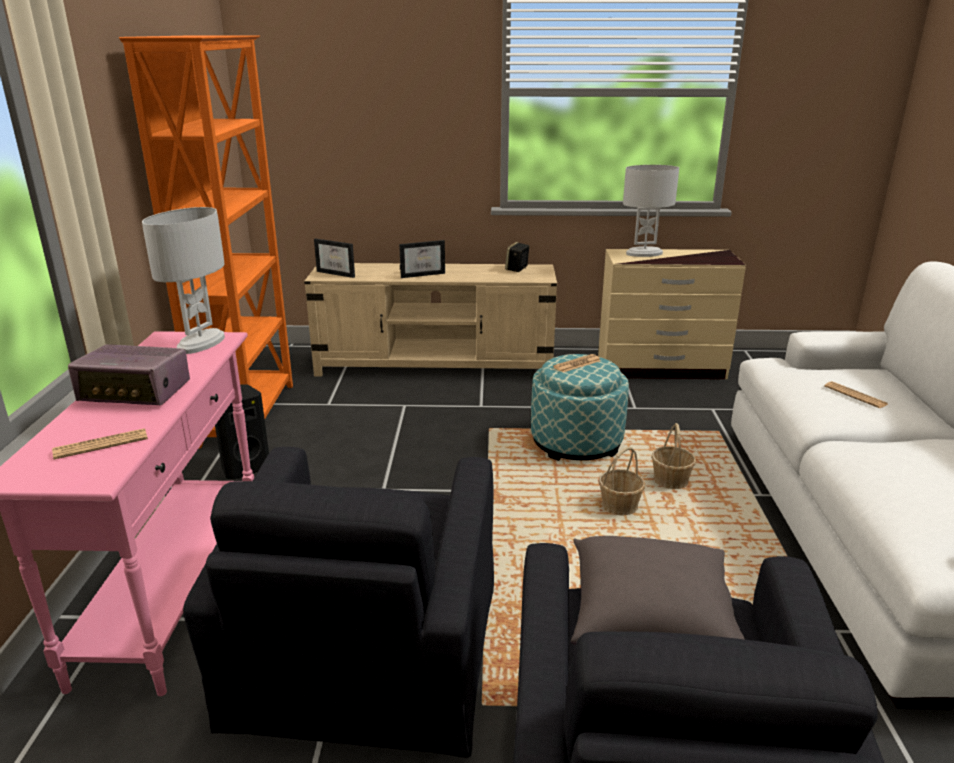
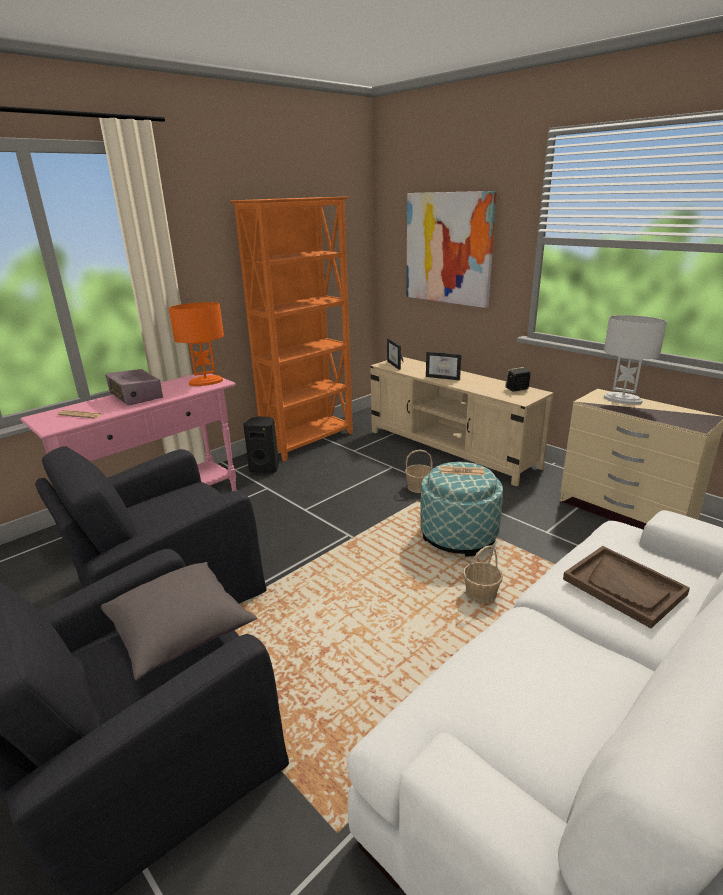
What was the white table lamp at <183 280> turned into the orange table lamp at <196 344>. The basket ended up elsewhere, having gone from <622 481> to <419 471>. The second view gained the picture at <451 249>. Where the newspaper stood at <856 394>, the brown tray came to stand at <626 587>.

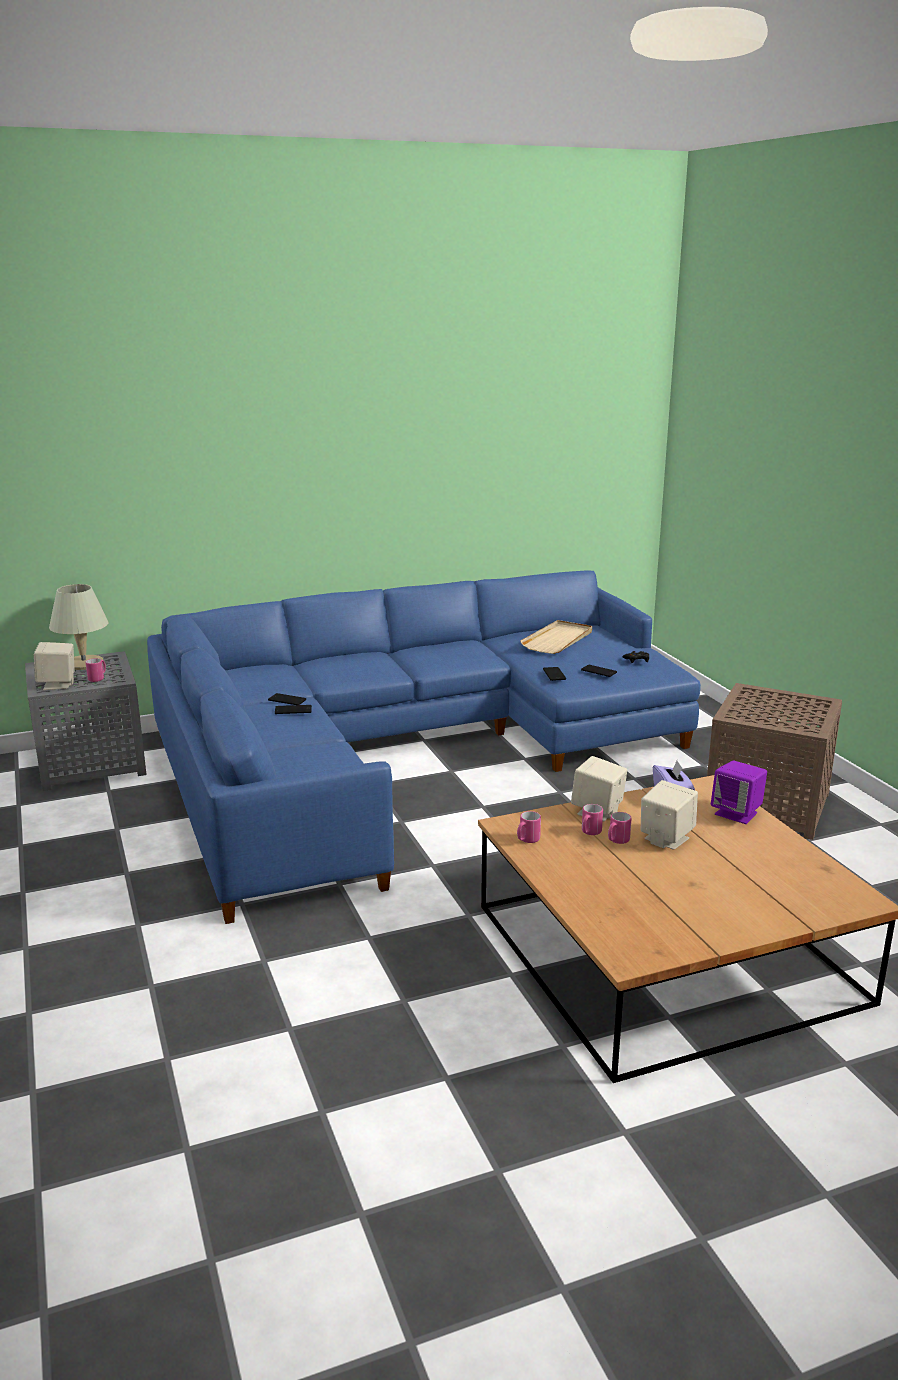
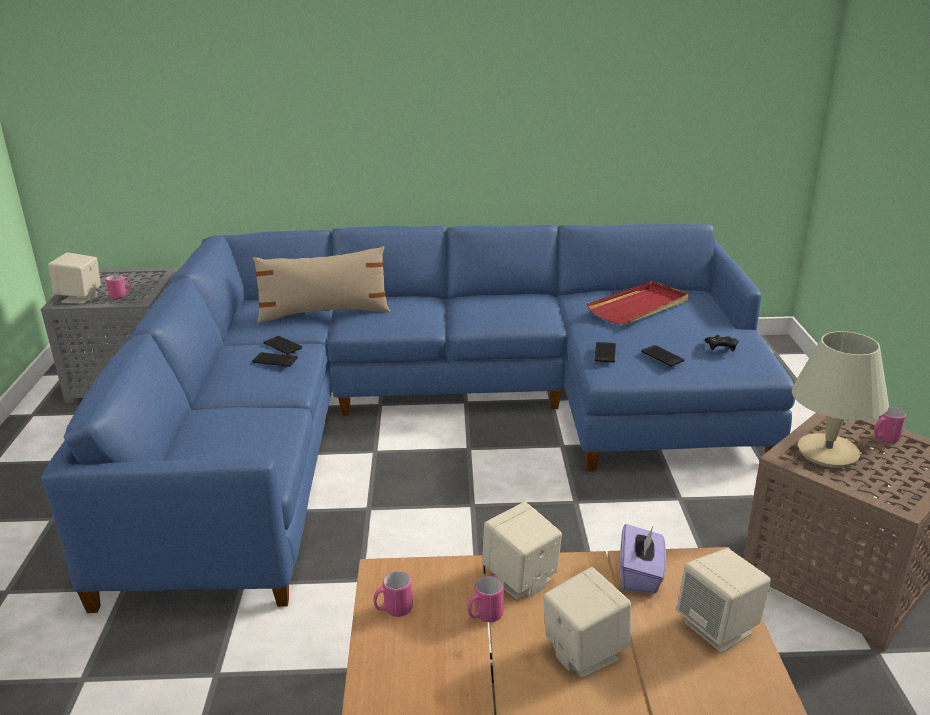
The second view gained the beige pillow at <322 284>. What was the beige tray at <556 637> turned into the red tray at <638 303>. What was the purple speaker at <739 792> turned into the beige speaker at <723 600>. The beige table lamp ended up elsewhere, having gone from <79 627> to <840 399>. The pink mug ended up elsewhere, having gone from <619 828> to <890 425>.

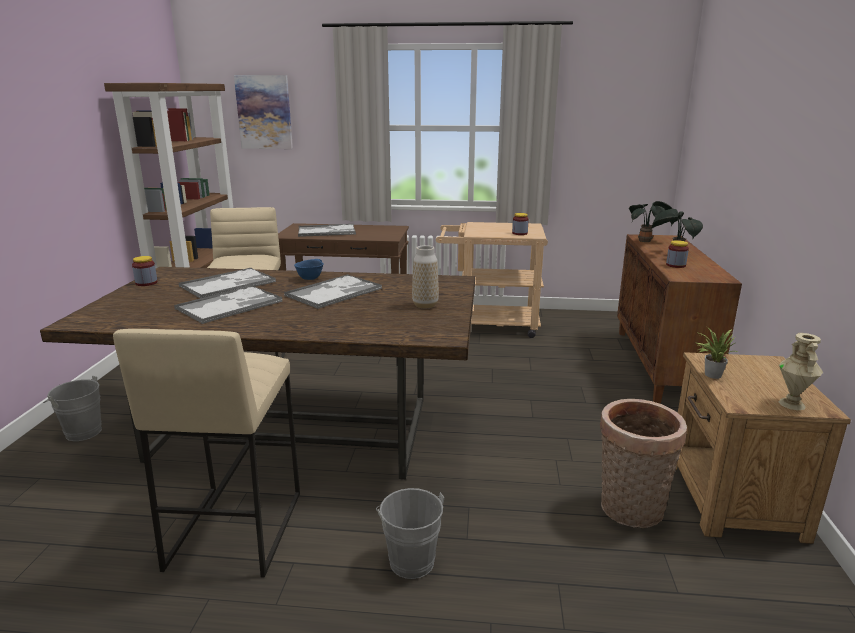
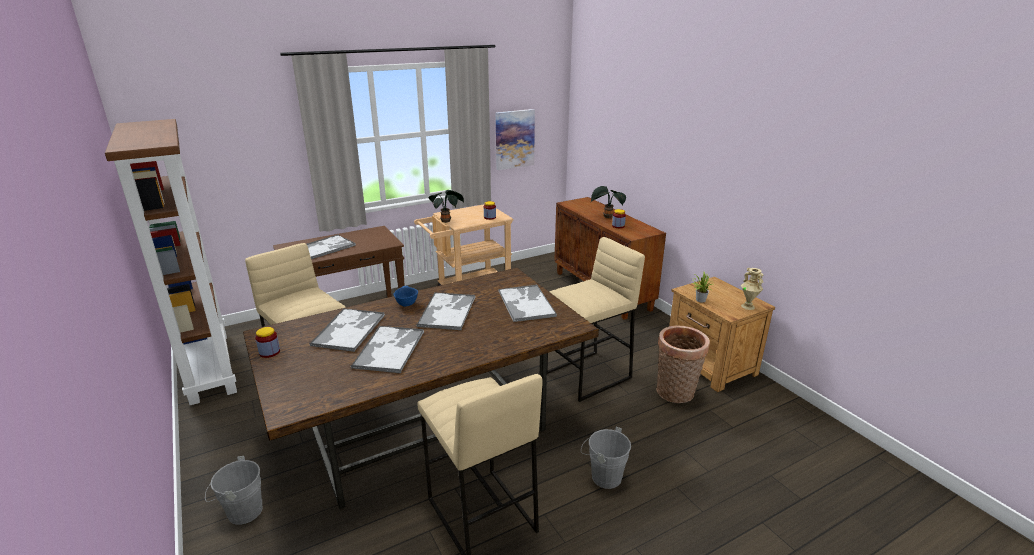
The potted plant ended up elsewhere, having gone from <651 221> to <446 206>. The picture ended up elsewhere, having gone from <263 112> to <515 139>. Where the vase stood at <425 276>, the tray came to stand at <527 303>. The second view gained the beige stool at <596 319>.

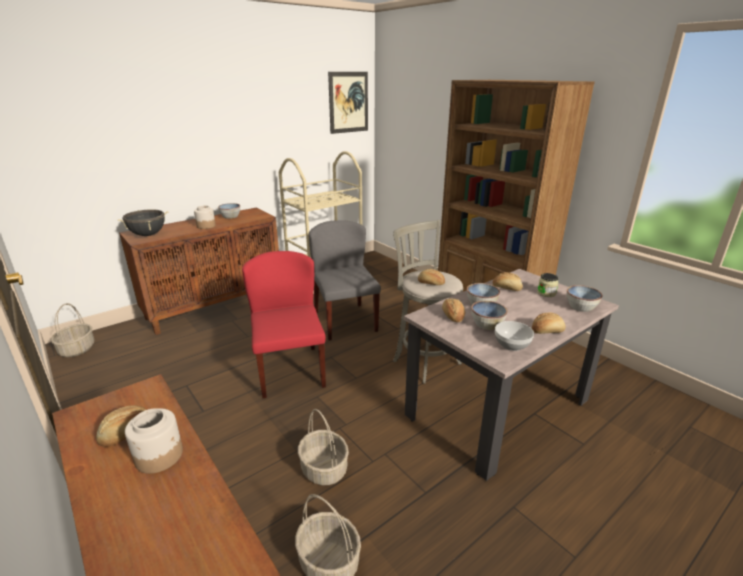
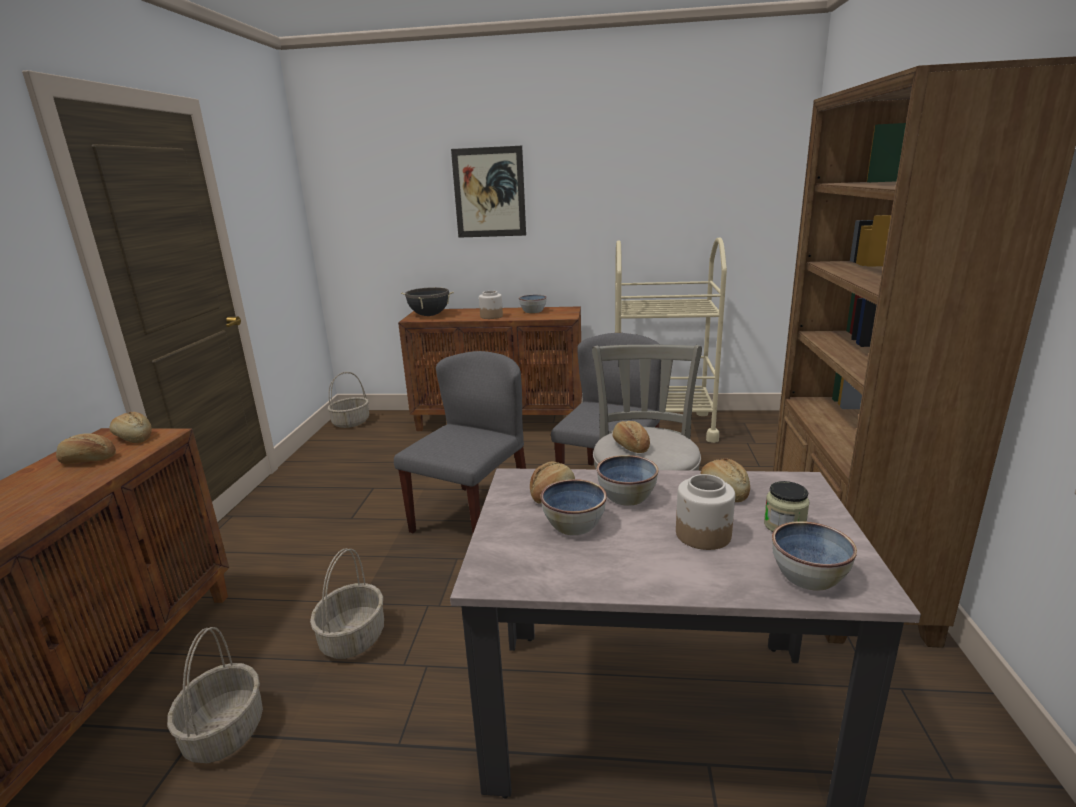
The bread ended up elsewhere, having gone from <549 323> to <130 427>. What was the red chair at <284 324> turned into the grey chair at <460 442>. The picture ended up elsewhere, having gone from <348 103> to <488 192>. The jar ended up elsewhere, having gone from <154 441> to <705 512>. The second view lost the bowl at <514 336>.

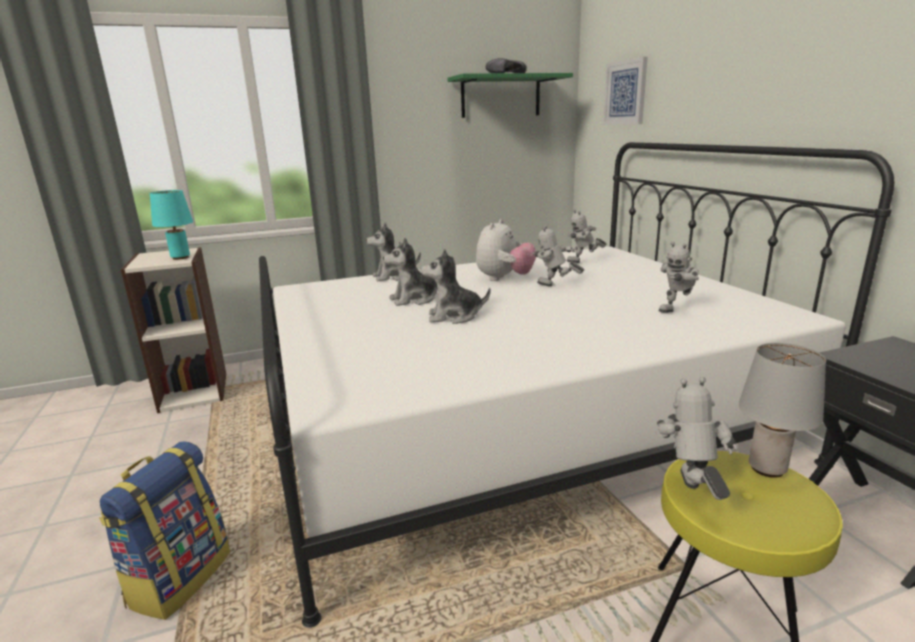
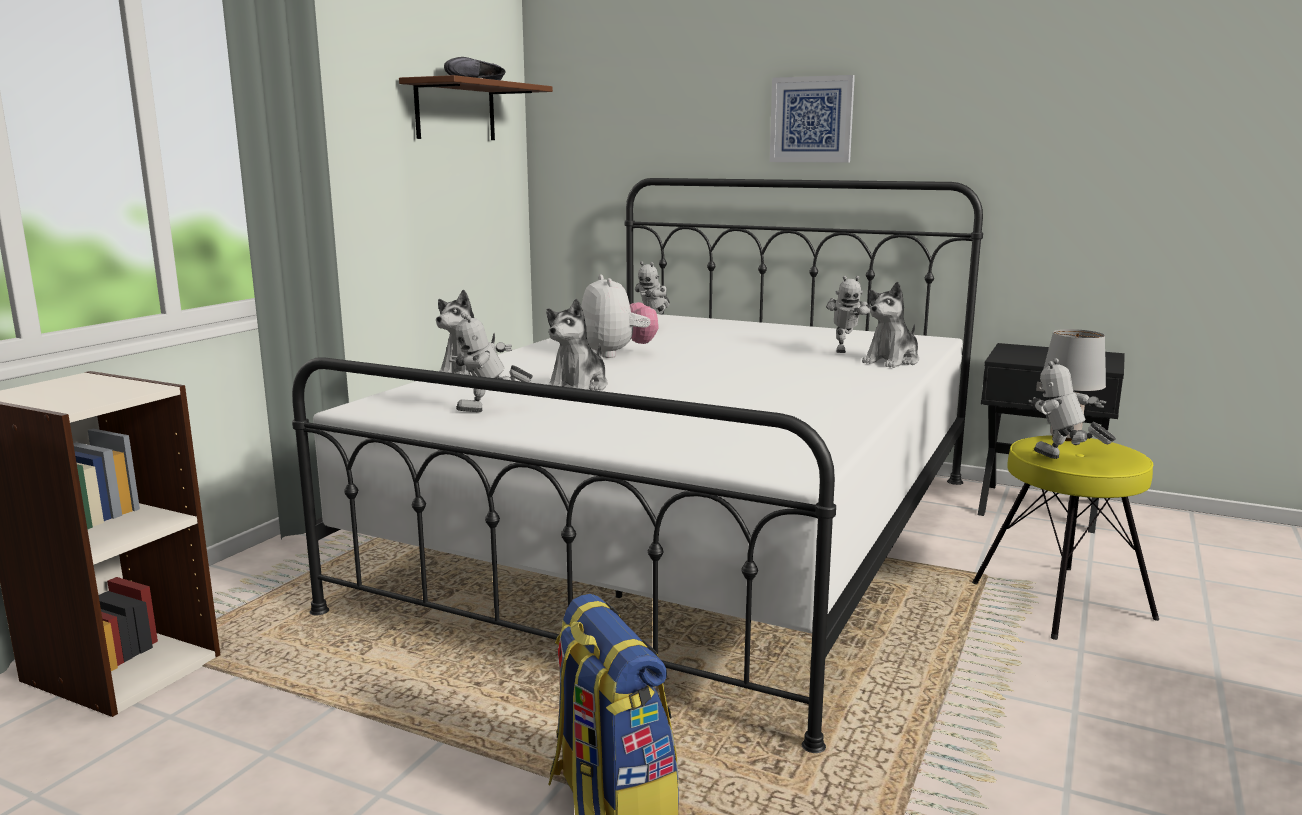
What was the green shelf at <510 95> turned into the brown shelf at <476 107>. The toy robot ended up elsewhere, having gone from <558 256> to <491 362>. The picture ended up elsewhere, having gone from <625 91> to <812 118>. The plush toy ended up elsewhere, having gone from <455 286> to <890 325>. The second view lost the turquoise table lamp at <171 225>.

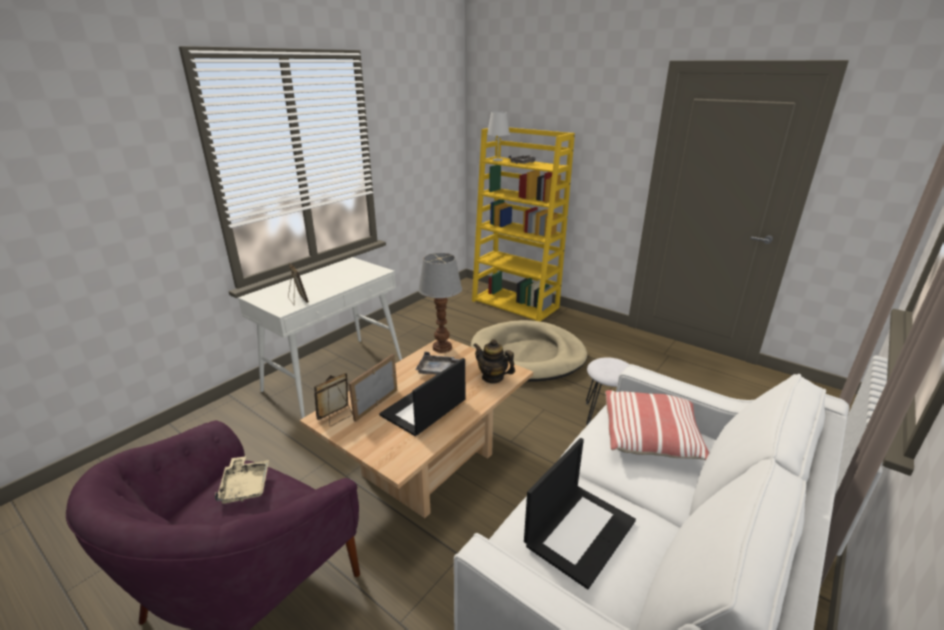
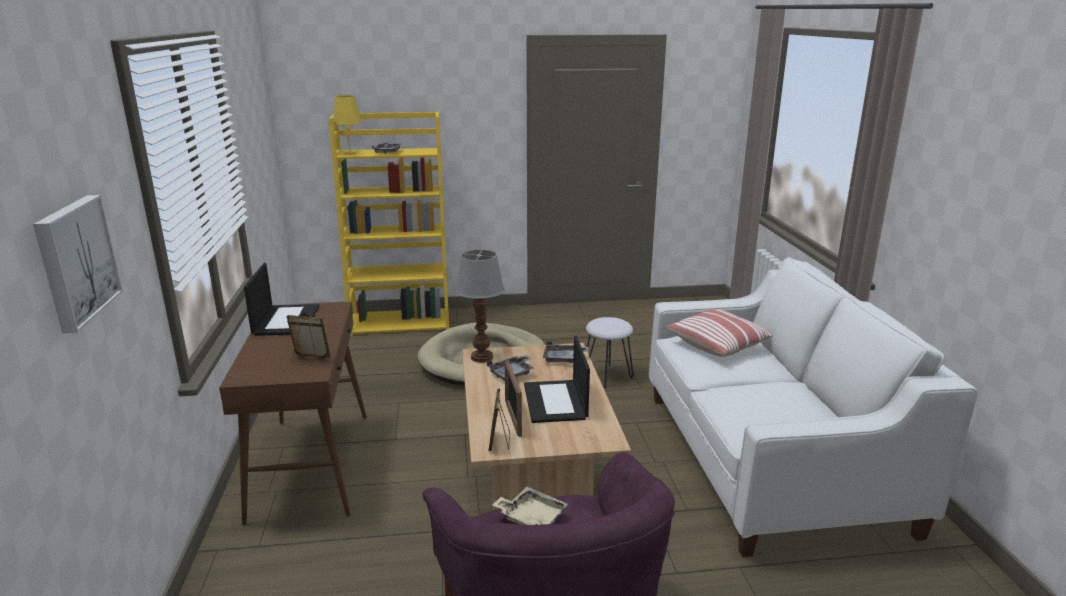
The second view gained the picture at <78 264>. What was the white console table at <320 338> turned into the brown console table at <293 413>. The laptop ended up elsewhere, having gone from <580 513> to <281 299>. What was the white table lamp at <498 136> turned into the yellow table lamp at <348 125>. Where the teapot stood at <494 361>, the grey tray came to stand at <566 352>.

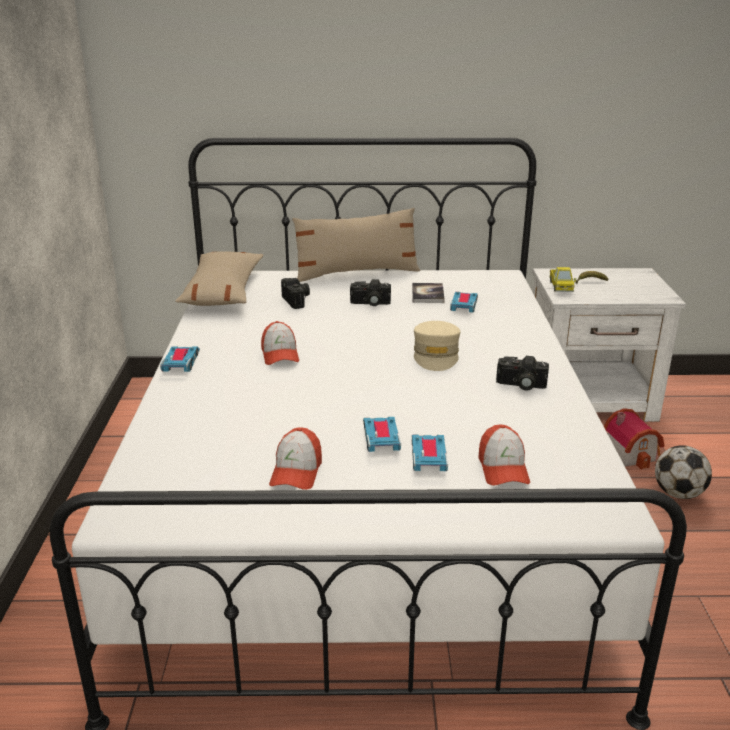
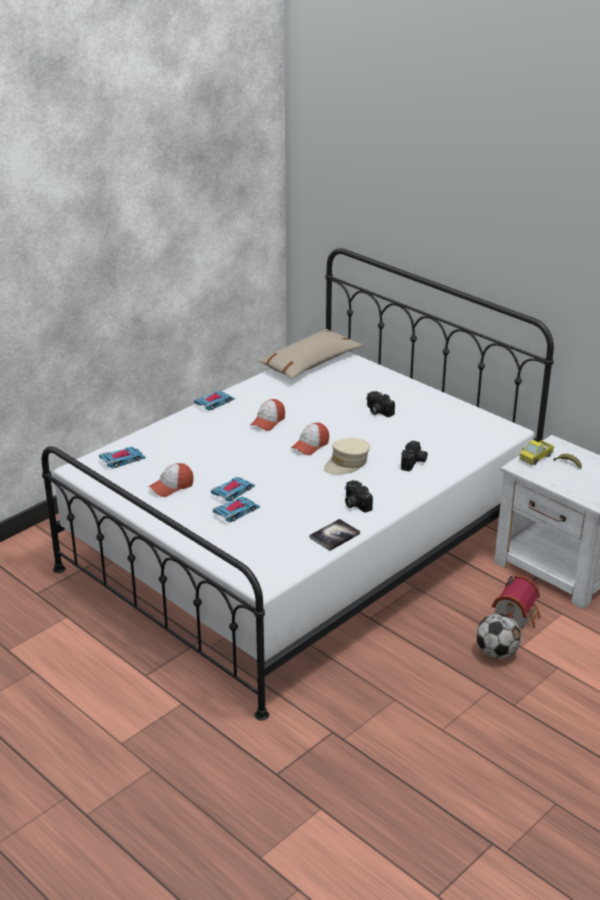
The toy car ended up elsewhere, having gone from <464 302> to <122 457>. The cap ended up elsewhere, having gone from <504 455> to <310 439>. The book ended up elsewhere, having gone from <428 293> to <334 535>. The photo camera ended up elsewhere, having gone from <295 293> to <414 456>. The second view lost the beige pillow at <356 245>.

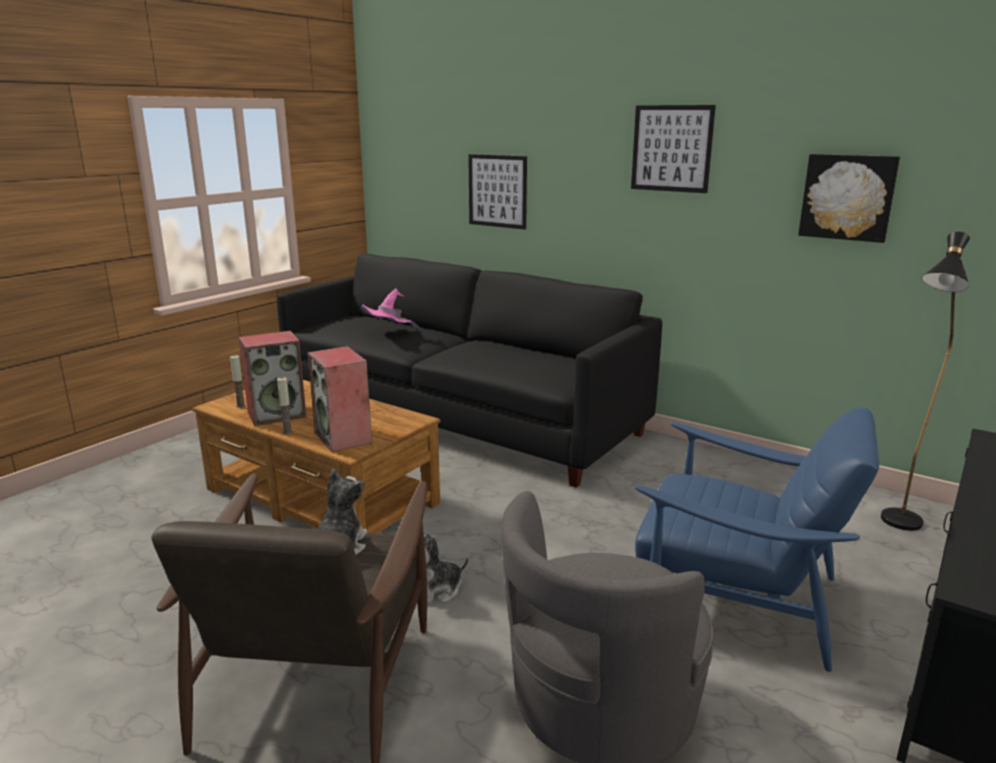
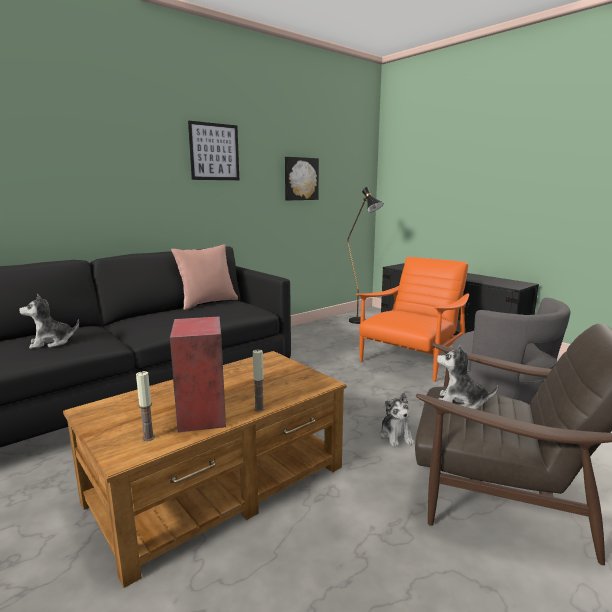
Where the pink hat stood at <390 308>, the plush toy came to stand at <49 321>. The second view gained the pink pillow at <204 277>. What was the blue armchair at <756 539> turned into the orange armchair at <412 319>. The second view lost the speaker at <339 399>. The second view lost the picture at <497 192>.

